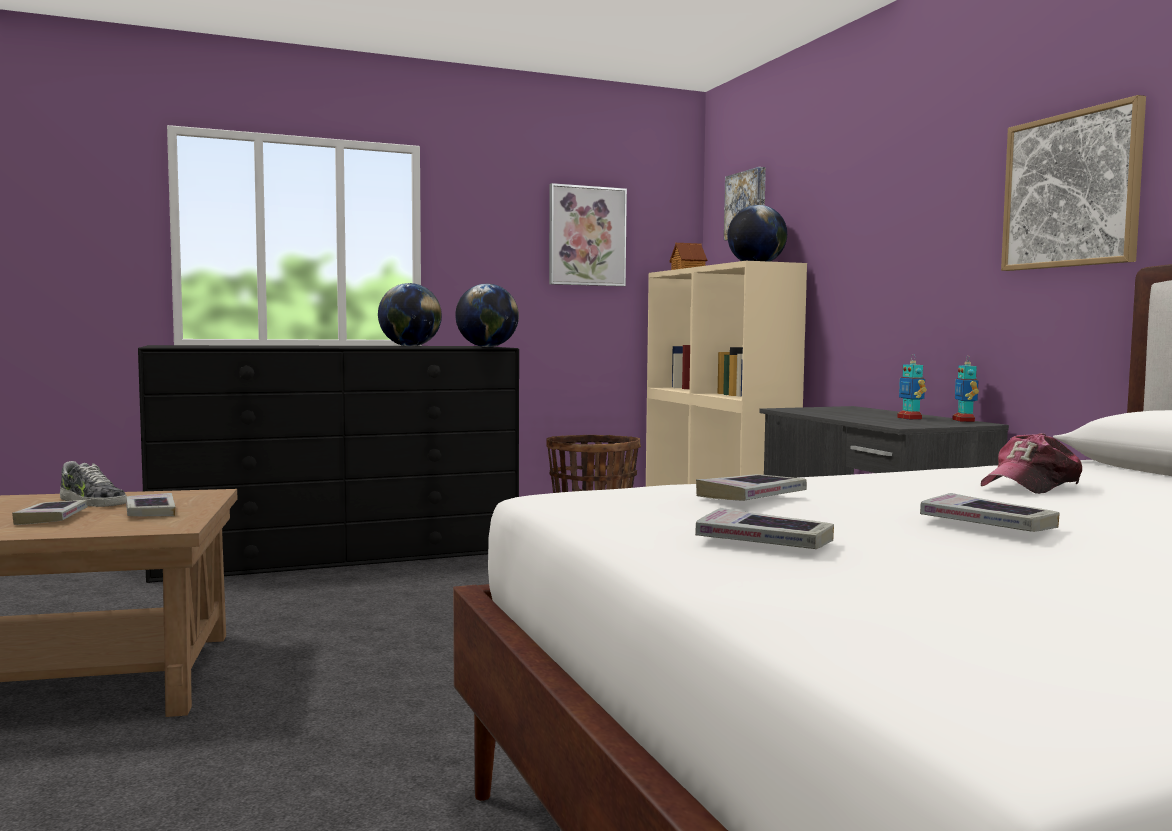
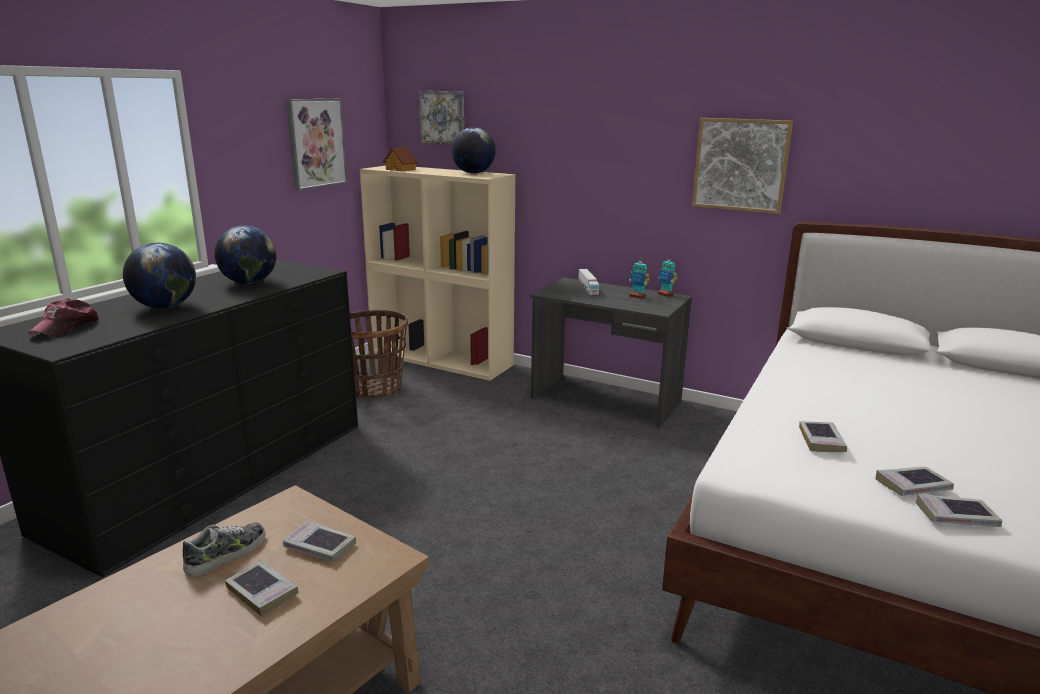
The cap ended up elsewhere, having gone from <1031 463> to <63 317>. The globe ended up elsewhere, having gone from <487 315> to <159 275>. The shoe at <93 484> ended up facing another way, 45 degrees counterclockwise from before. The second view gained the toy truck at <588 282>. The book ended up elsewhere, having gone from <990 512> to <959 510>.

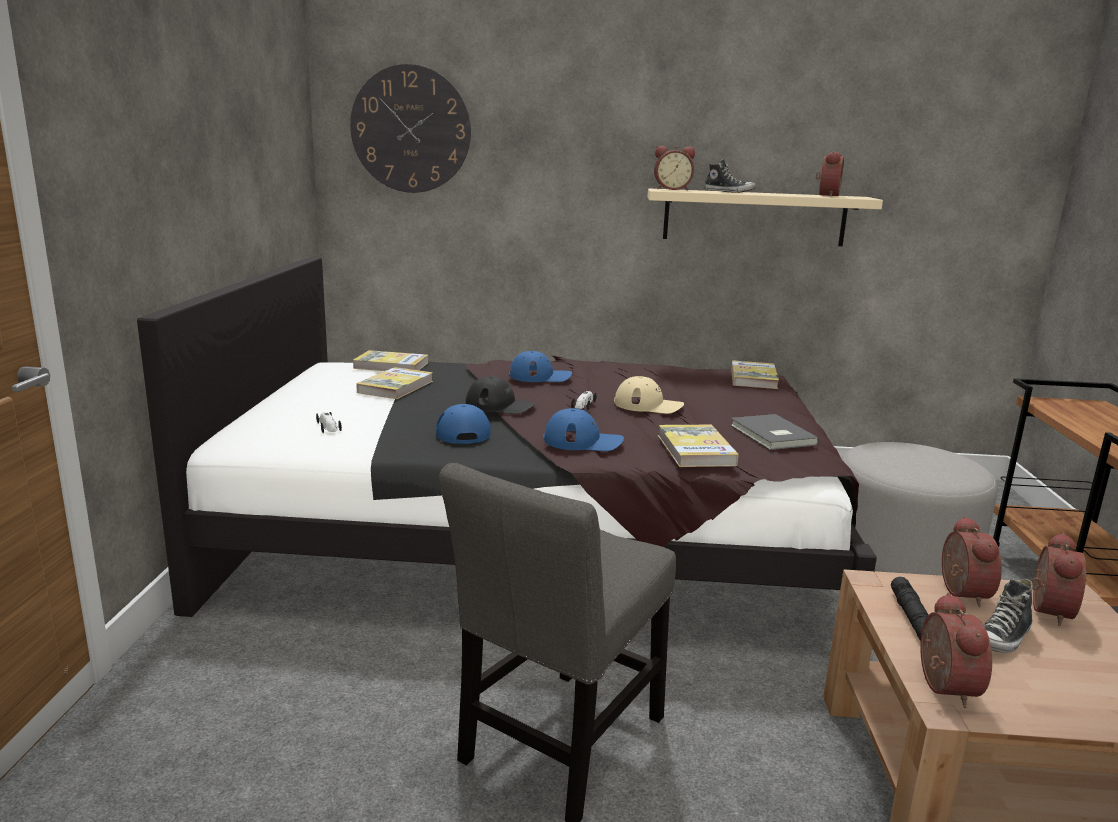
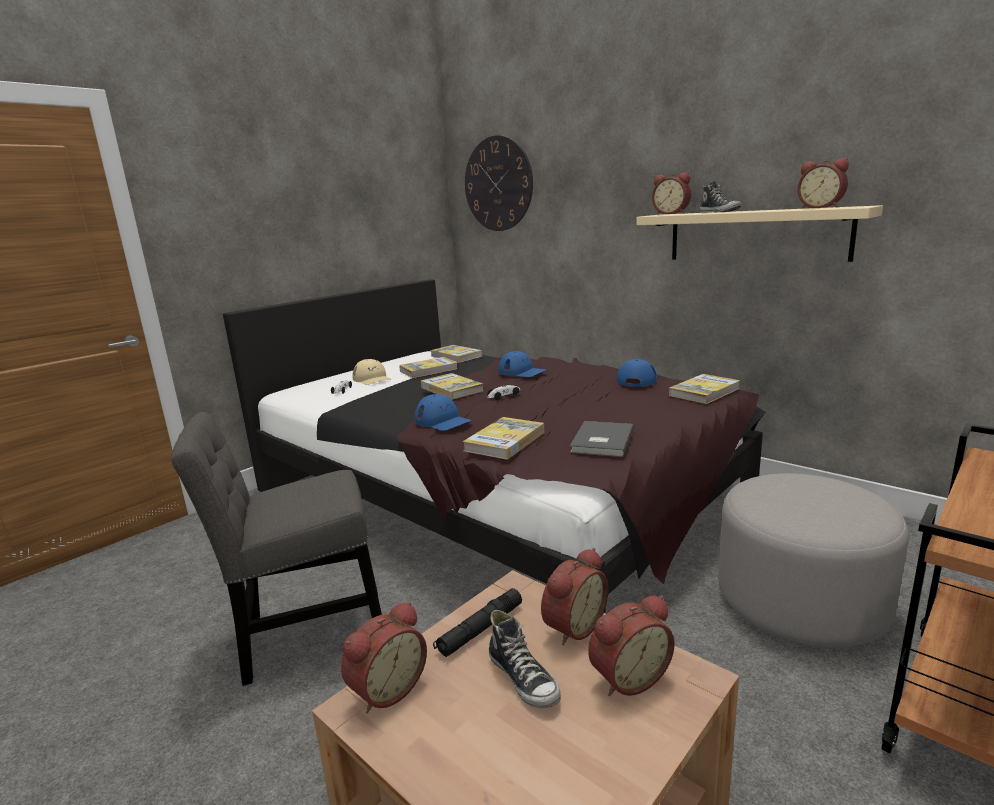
The beige cap ended up elsewhere, having gone from <649 395> to <371 372>. Where the black cap stood at <500 395>, the book came to stand at <452 386>. The shoe at <1008 616> ended up facing another way, 120 degrees counterclockwise from before. The blue cap ended up elsewhere, having gone from <463 424> to <637 373>. The alarm clock at <830 174> ended up facing another way, 75 degrees clockwise from before.

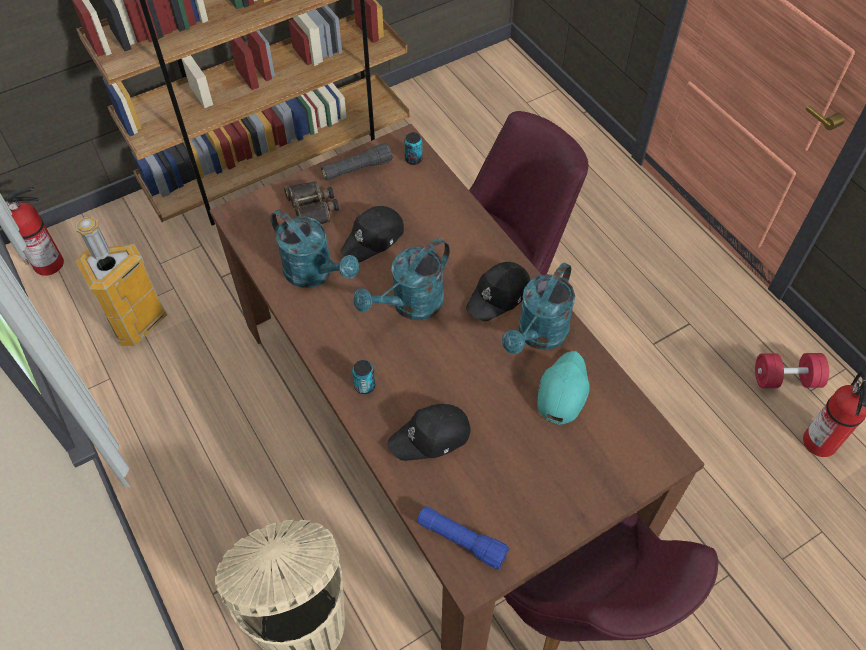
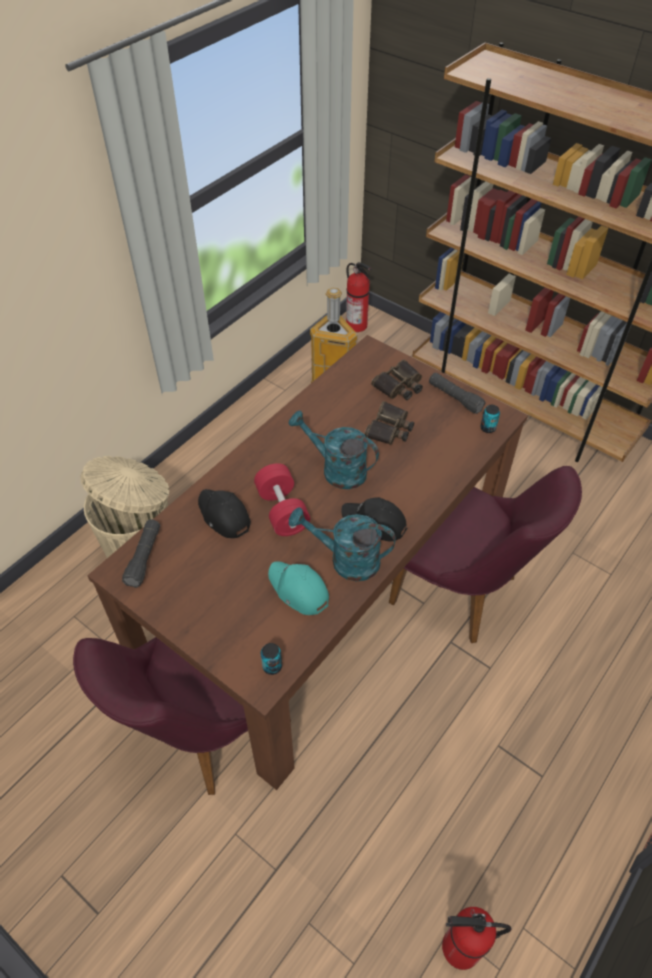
What was the blue flashlight at <463 537> turned into the black flashlight at <141 554>. The red dumbbell ended up elsewhere, having gone from <792 370> to <282 499>. The can ended up elsewhere, having gone from <363 377> to <271 659>. The turquoise cap at <563 388> ended up facing another way, 135 degrees counterclockwise from before. Where the black cap stood at <372 234>, the binoculars came to stand at <389 423>. The second view lost the turquoise watering can at <314 248>.

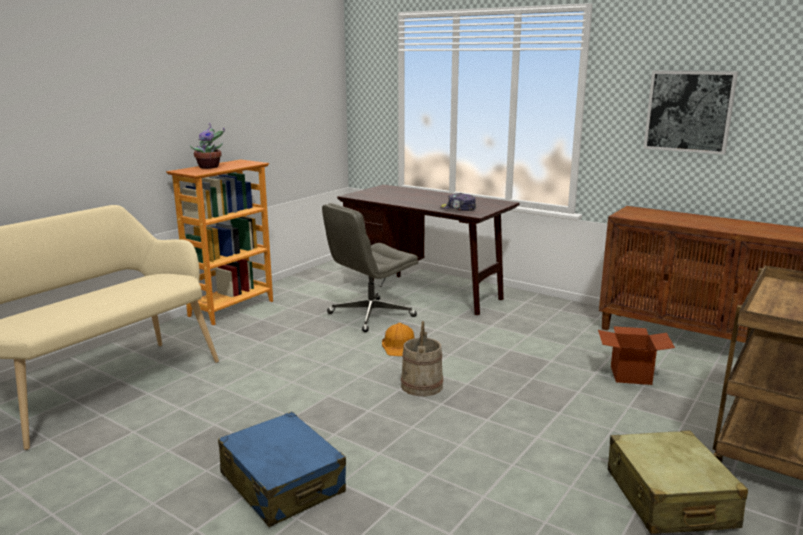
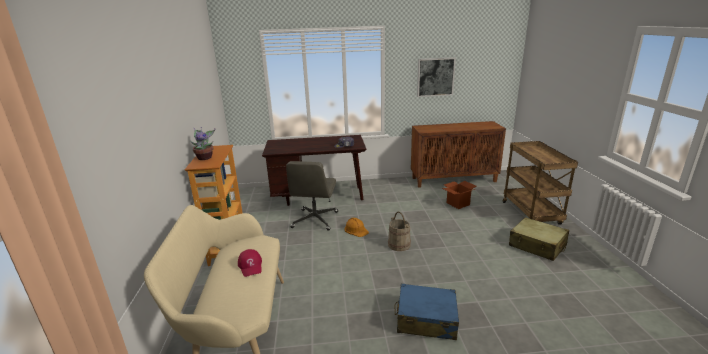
The second view gained the red cap at <250 263>.

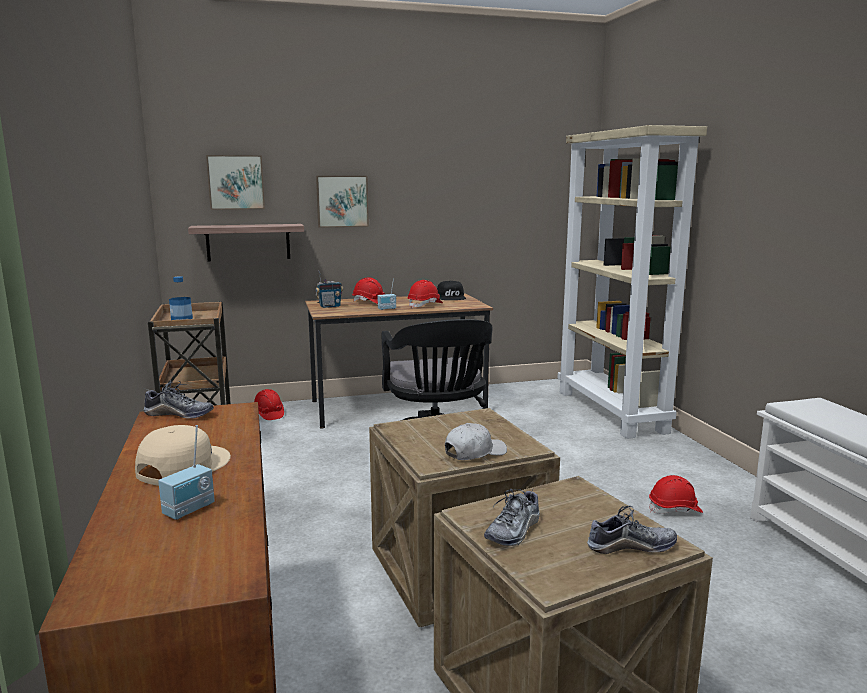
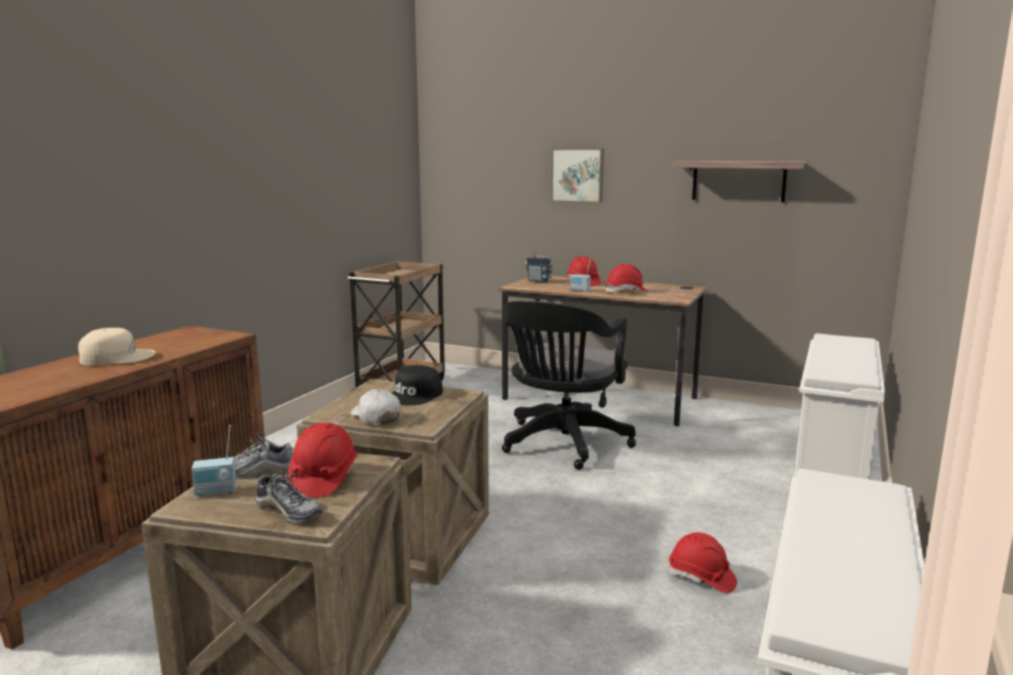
The radio ended up elsewhere, having gone from <186 472> to <214 460>. The red hard hat ended up elsewhere, having gone from <269 404> to <322 460>. The white cap at <476 441> ended up facing another way, 135 degrees counterclockwise from before. The black cap ended up elsewhere, having gone from <451 290> to <417 385>. The shelf ended up elsewhere, having gone from <246 242> to <738 181>. Where the beige bookcase stood at <632 282>, the white shoe rack came to stand at <839 406>. The second view lost the shoe at <179 399>. The second view lost the bottle at <181 298>. The second view lost the picture at <235 182>.

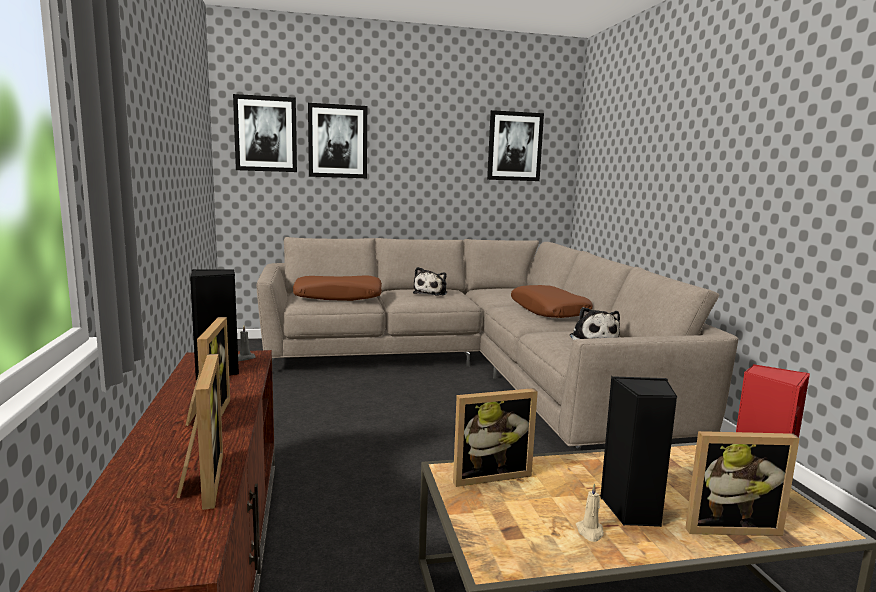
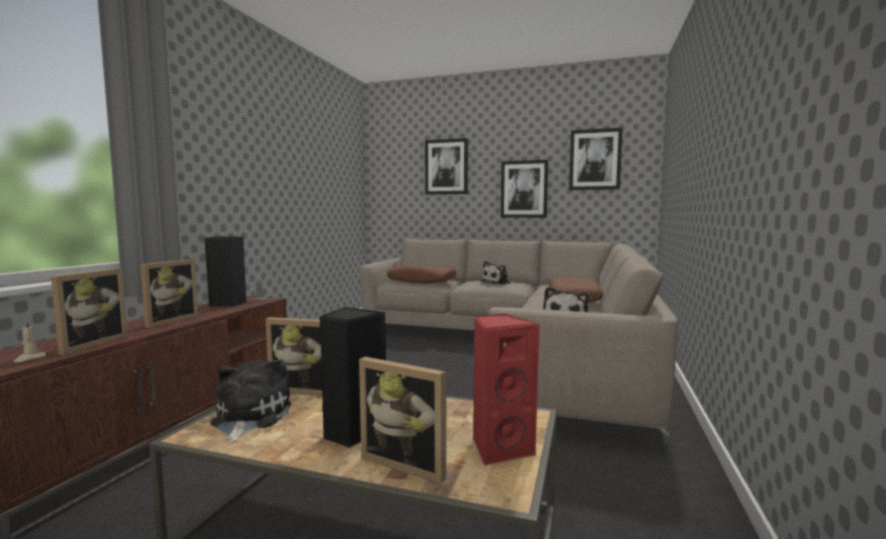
The beige candle ended up elsewhere, having gone from <590 512> to <29 340>. The second view gained the plush toy at <250 401>. The picture ended up elsewhere, having gone from <265 133> to <524 189>.

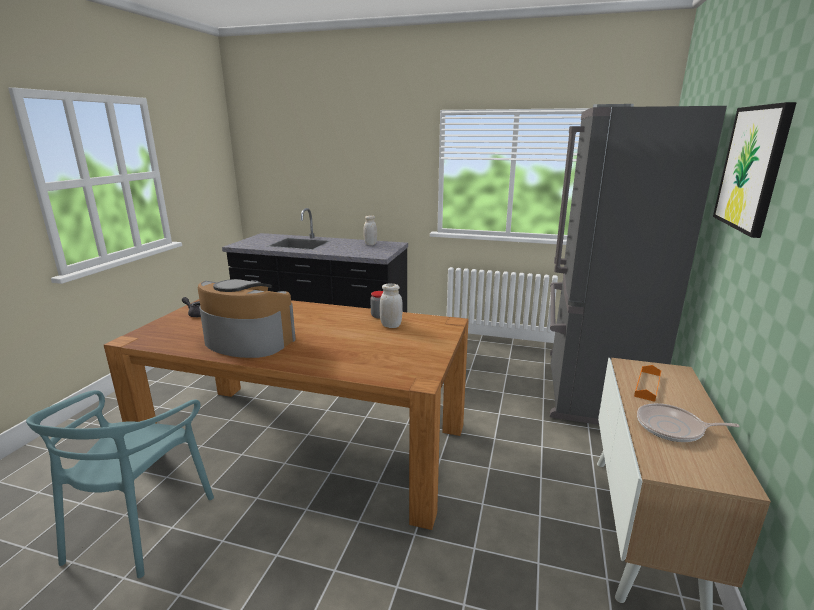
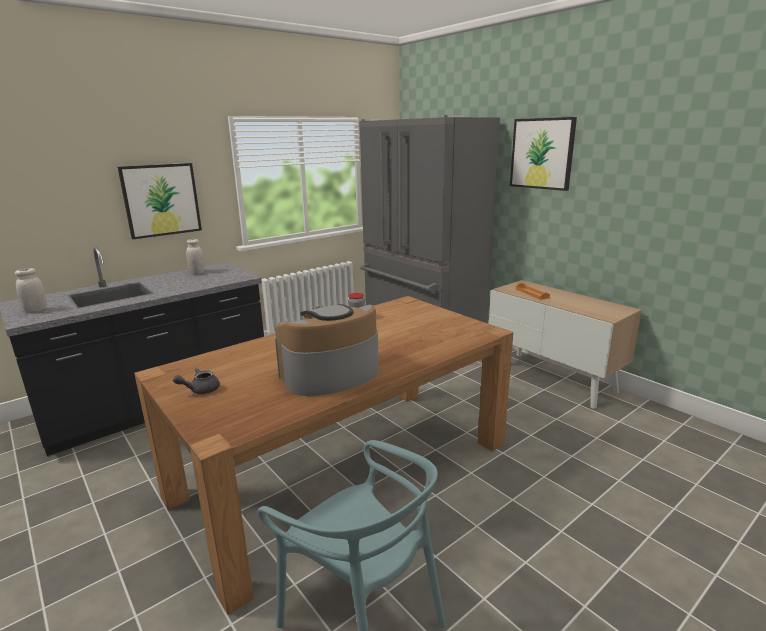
The white jar ended up elsewhere, having gone from <391 305> to <31 290>. The second view gained the picture at <160 201>. The second view lost the frying pan at <688 422>.

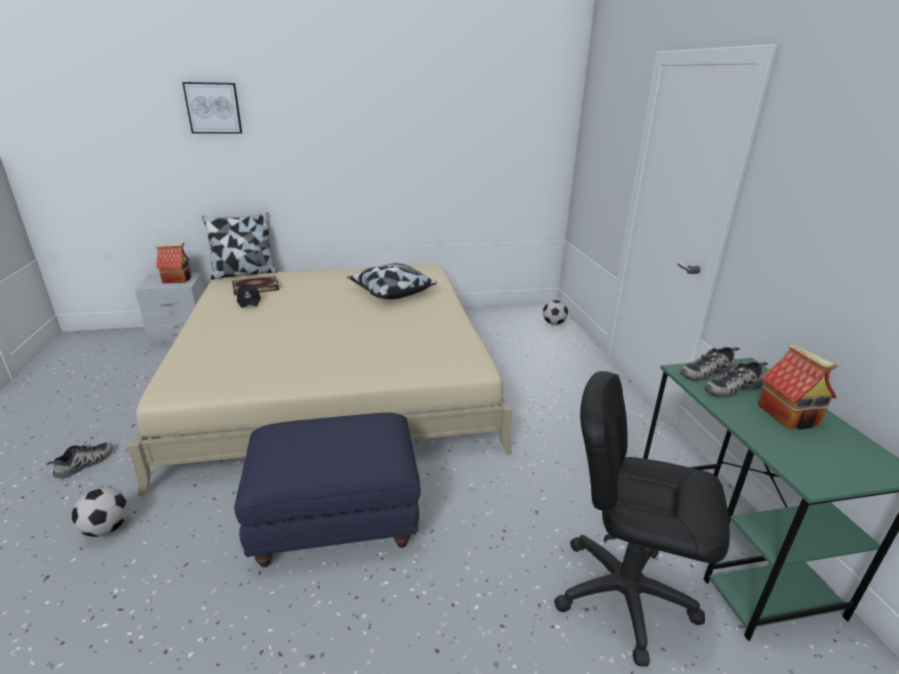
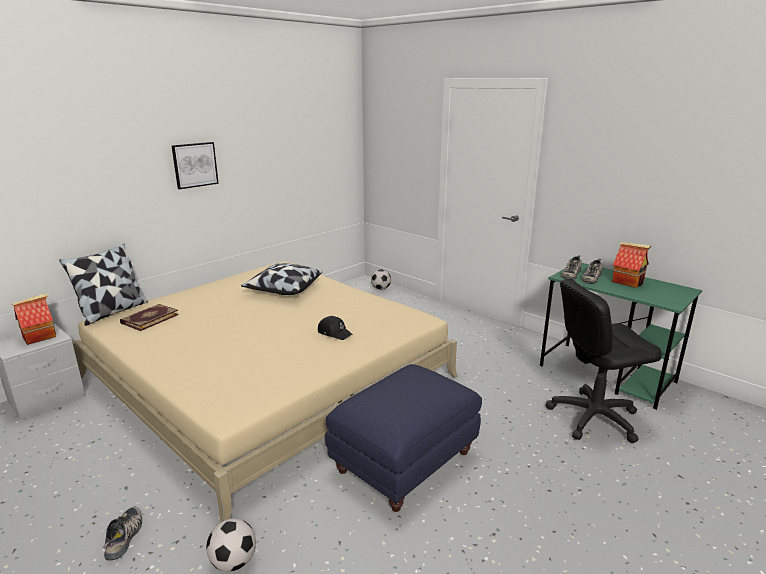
The picture ended up elsewhere, having gone from <212 108> to <195 165>. The black cap ended up elsewhere, having gone from <249 296> to <335 328>.

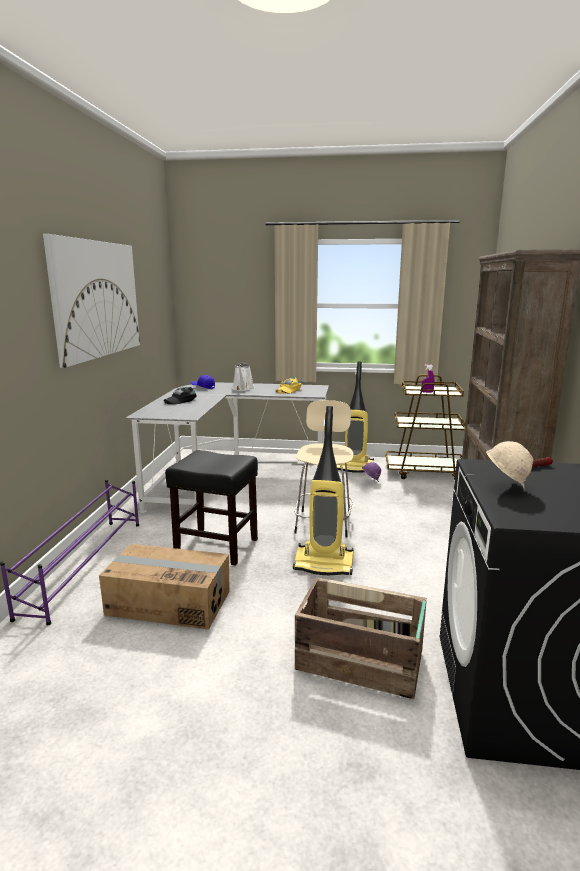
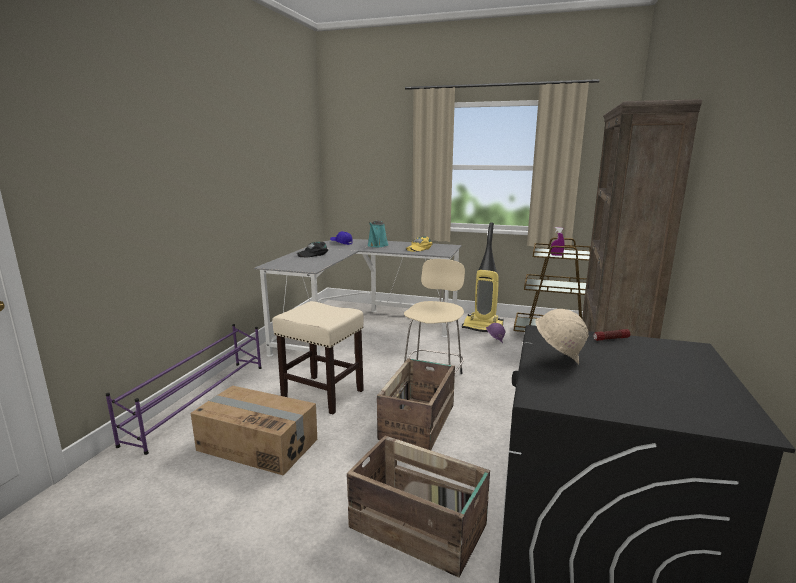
What was the black stool at <211 508> turned into the beige stool at <318 357>. What was the white watering can at <243 377> turned into the turquoise watering can at <378 234>. Where the vacuum cleaner stood at <323 490>, the crate came to stand at <416 404>. The second view lost the picture at <91 301>.

